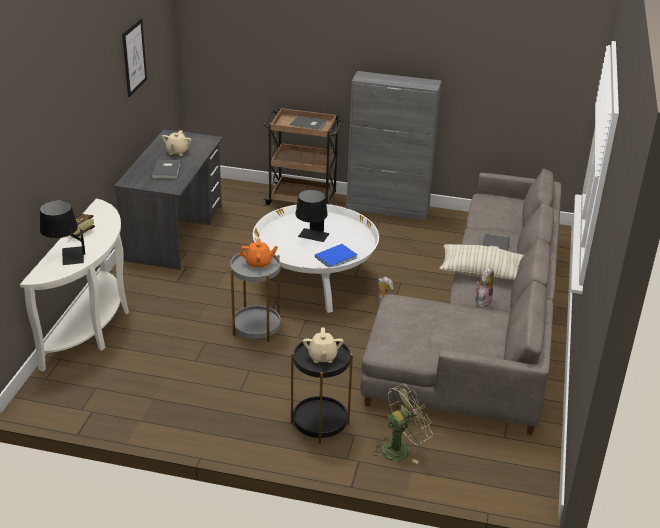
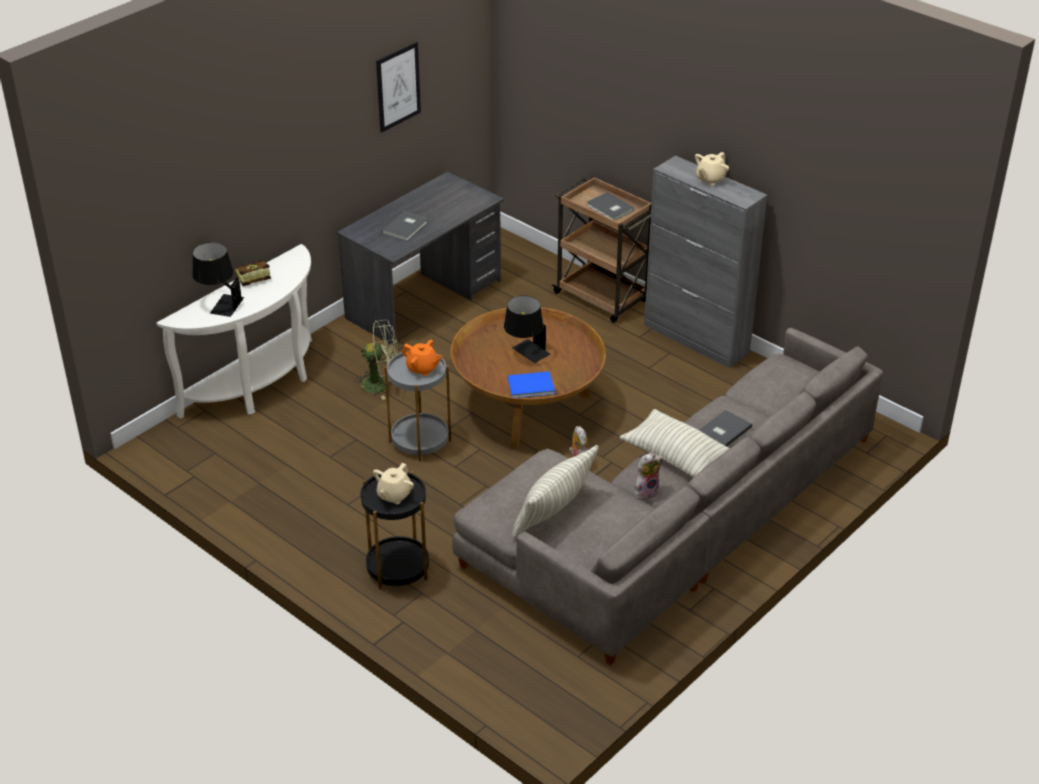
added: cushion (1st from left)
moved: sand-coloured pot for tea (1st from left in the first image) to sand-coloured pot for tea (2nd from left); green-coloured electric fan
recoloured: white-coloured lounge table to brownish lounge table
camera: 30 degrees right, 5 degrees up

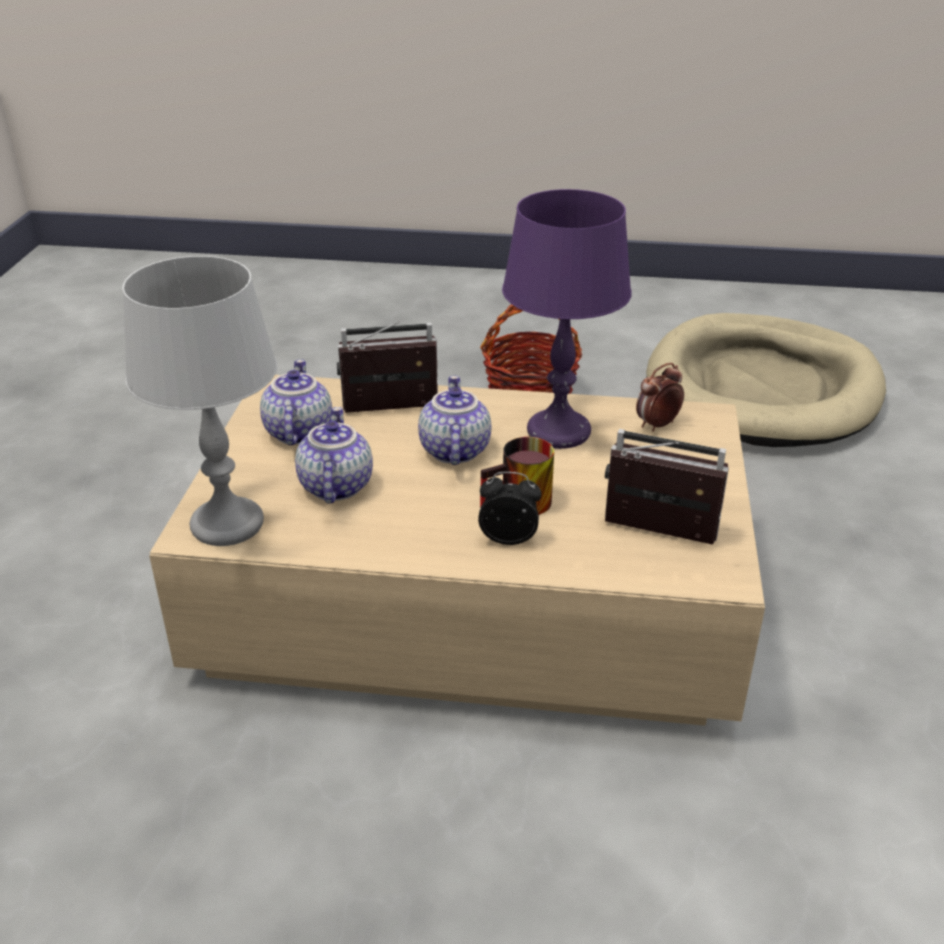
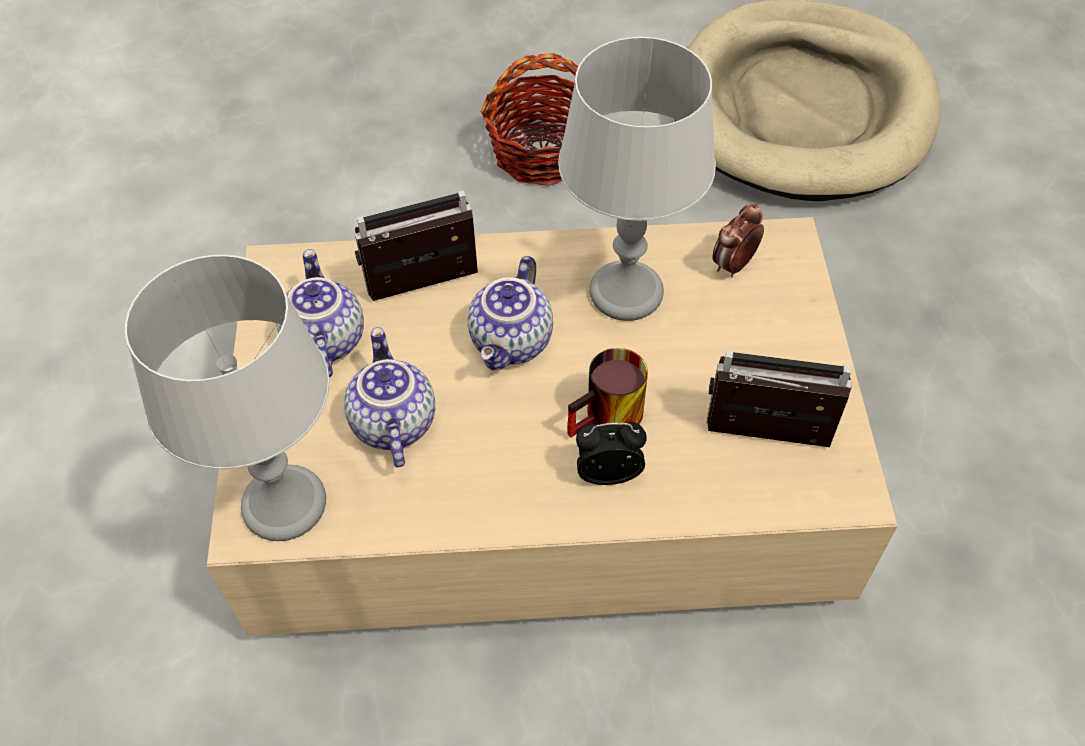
recoloured: purple-coloured tabletop lamp to gray tabletop lamp (2nd from left)
turned: pot for tea (3rd from left) 150 degrees counterclockwise
camera: 10 degrees left, 20 degrees up

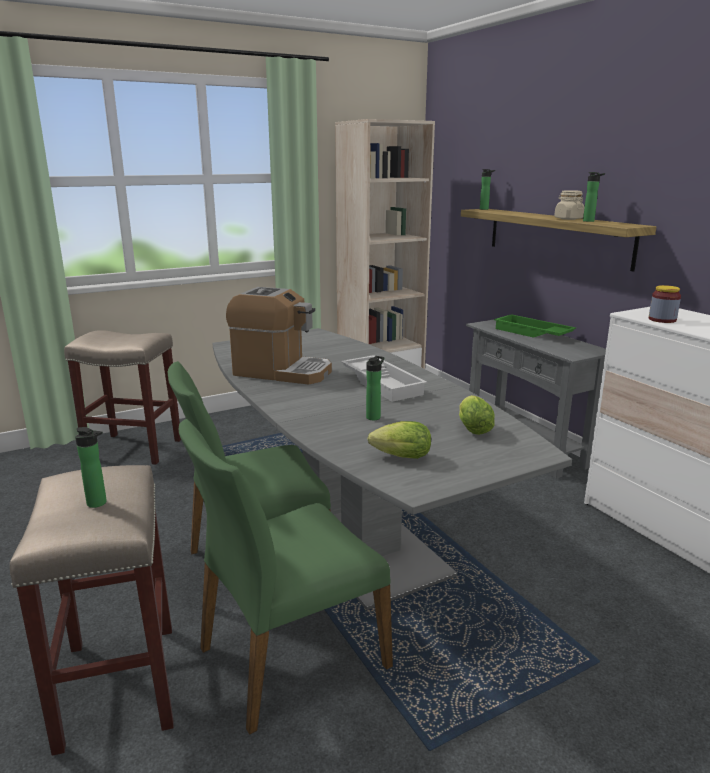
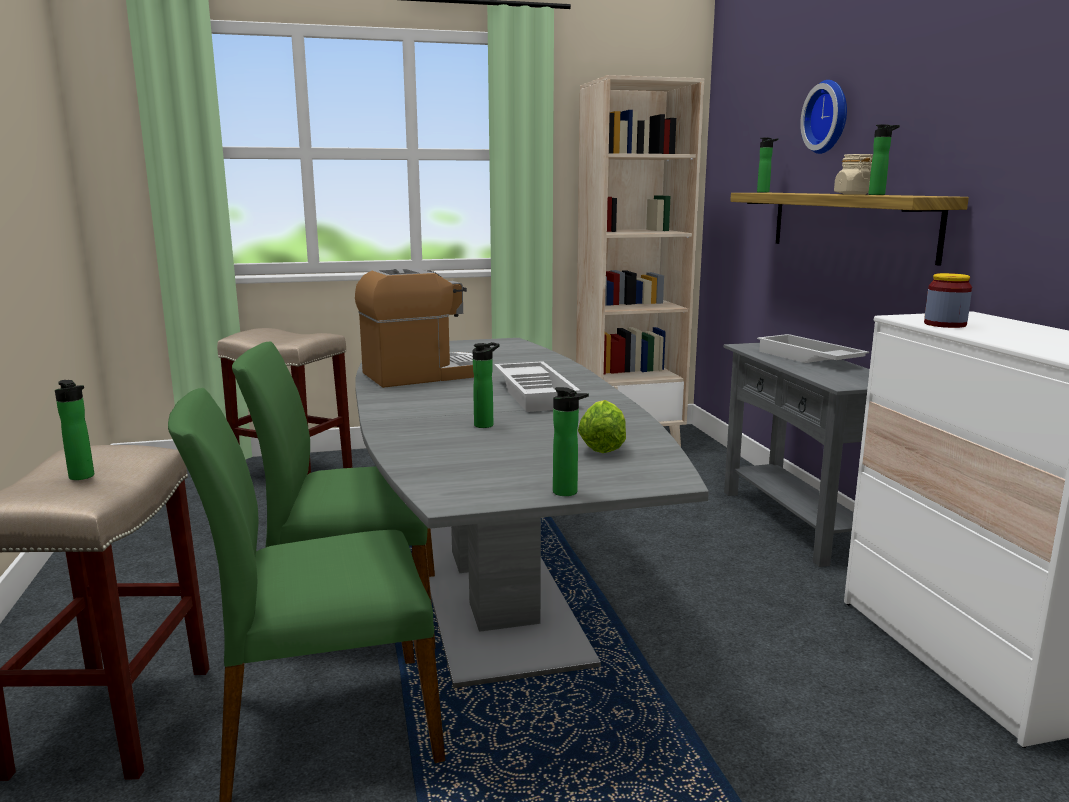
removed: head of lettuce (1st from left)
added: bottle (3rd from left); hanging clock
recoloured: green-coloured tray to white-coloured tray (2nd from left)
turned: coffee machine 60 degrees counterclockwise
camera: 15 degrees right, 5 degrees down

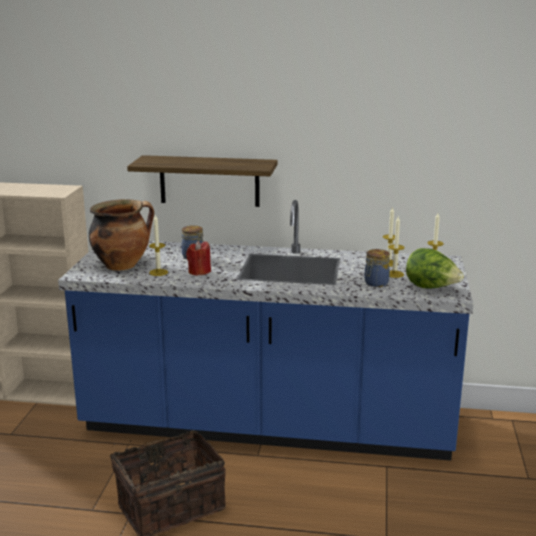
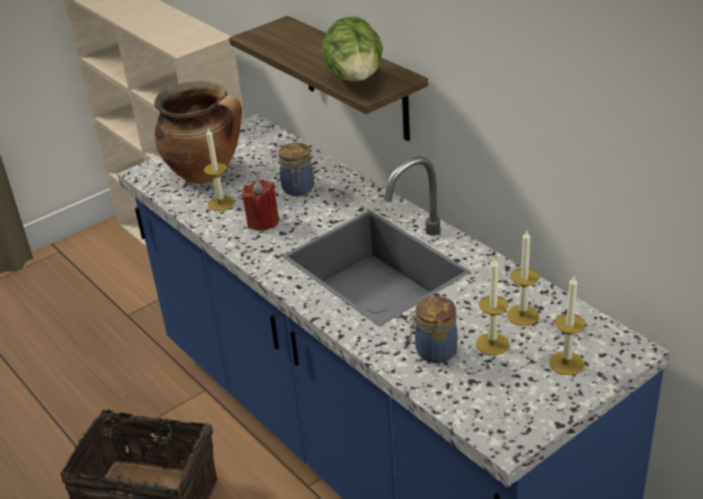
moved: head of lettuce
camera: 45 degrees right, 15 degrees up

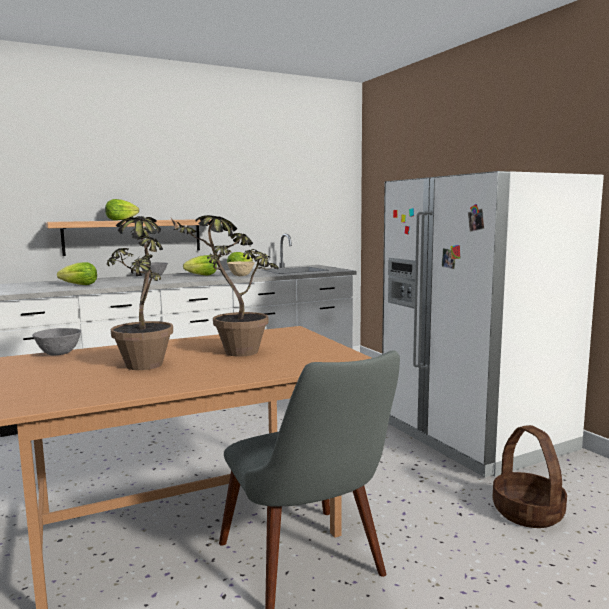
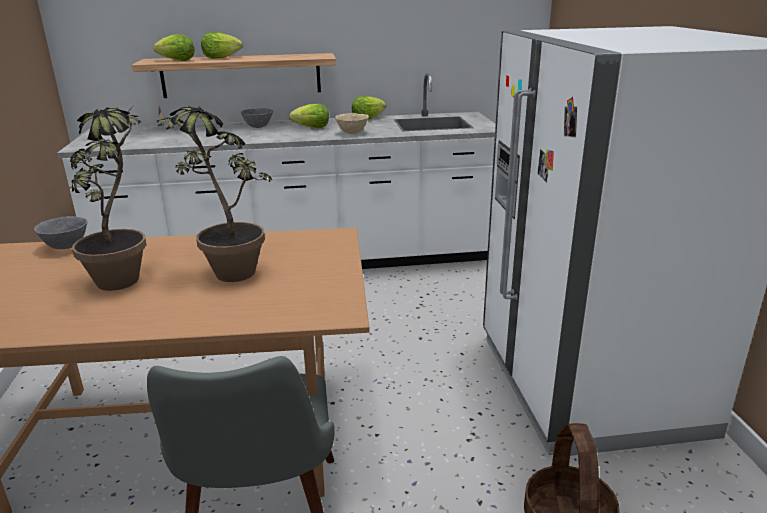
moved: head of lettuce (1st from left)
camera: 20 degrees right, 15 degrees up

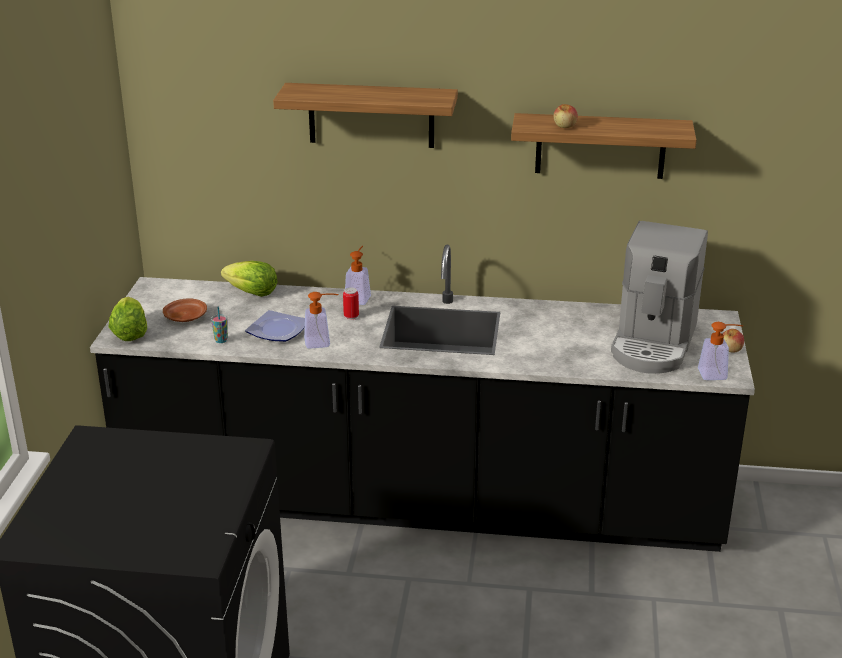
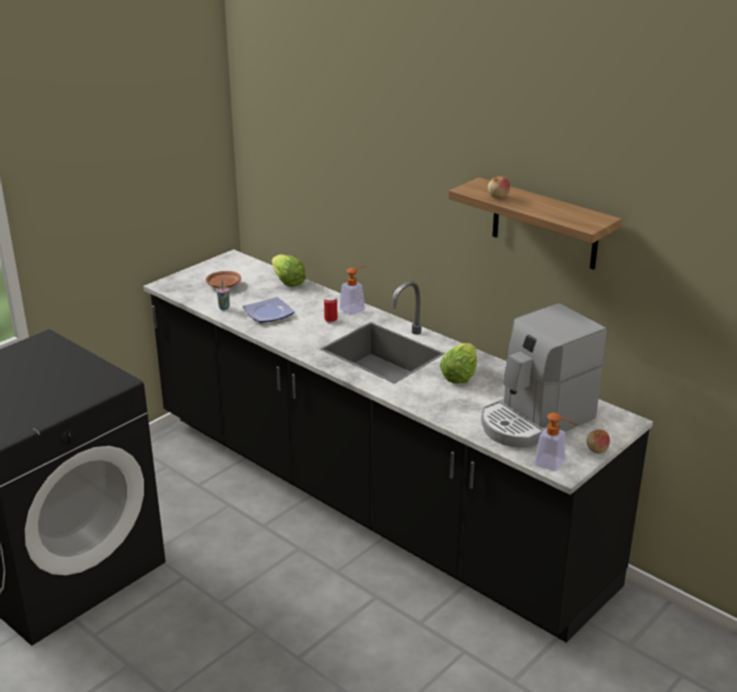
removed: shelf (1st from left); soap bottle (1st from left)
moved: head of lettuce (1st from left in the first image) to head of lettuce (2nd from left)
camera: 35 degrees right, 0 degrees up

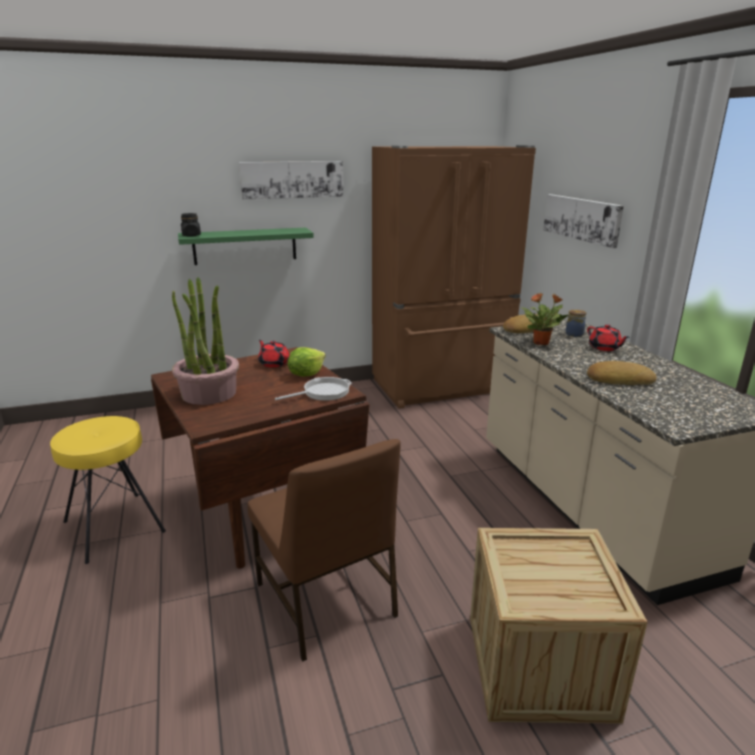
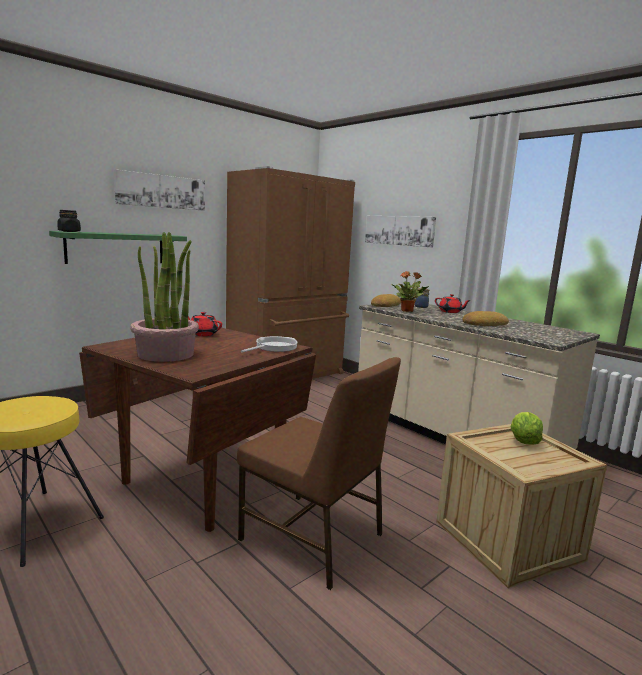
moved: head of lettuce
camera: 25 degrees left, 10 degrees down

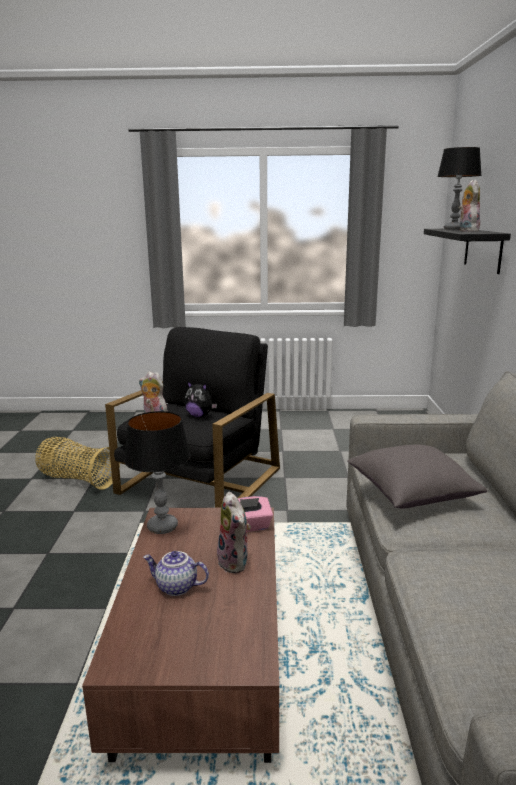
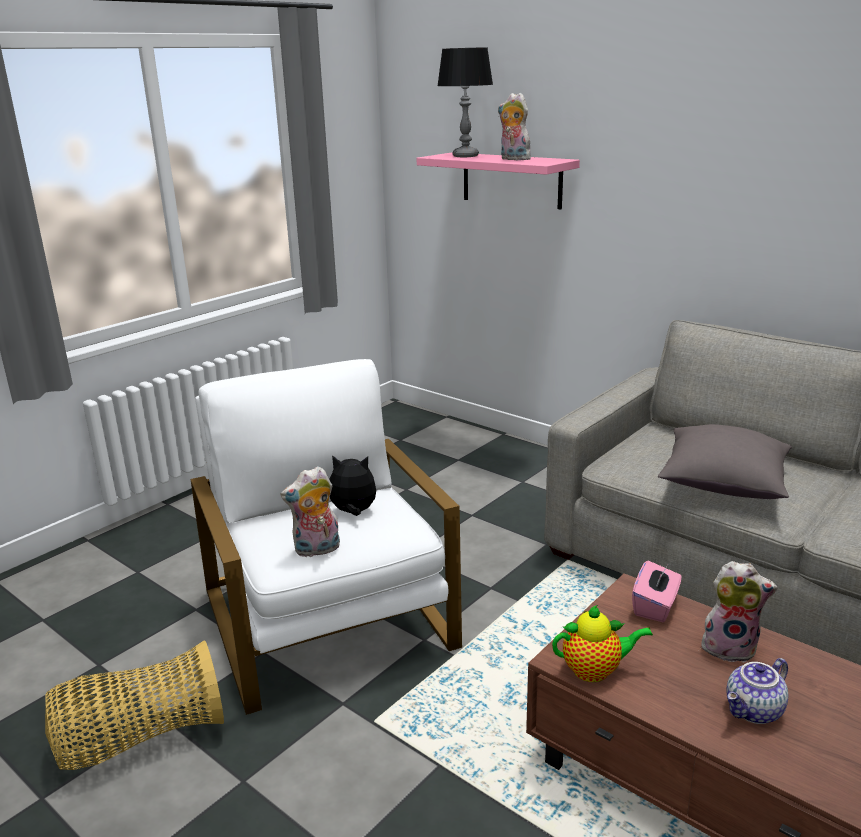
replaced: tabletop lamp (1st from left) to pot for tea (1st from left)
recoloured: black-coloured lounge chair to white-coloured lounge chair; black-coloured shelf to pink shelf
turned: plush toy (2nd from left) 150 degrees counterclockwise
camera: 50 degrees left, 5 degrees up

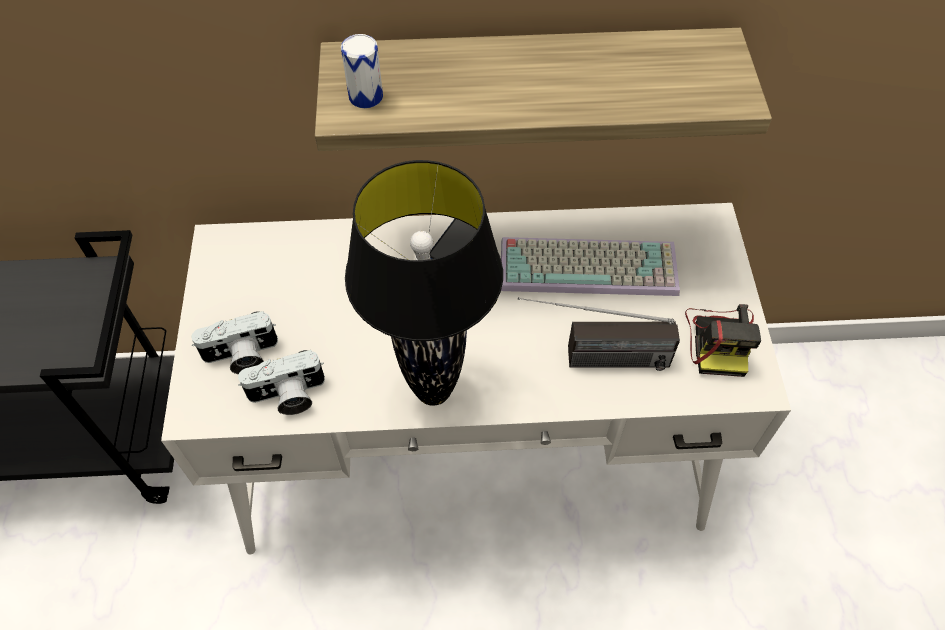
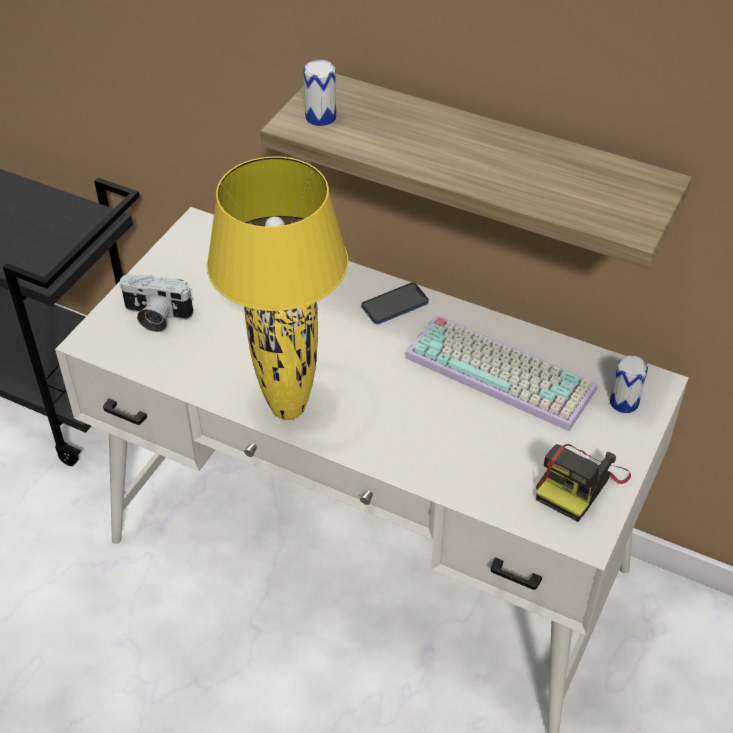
removed: photo camera (2nd from left); radio
added: sealed can (2nd from left)
recoloured: black-coloured tabletop lamp to yellowish tabletop lamp
camera: 30 degrees right, 10 degrees down

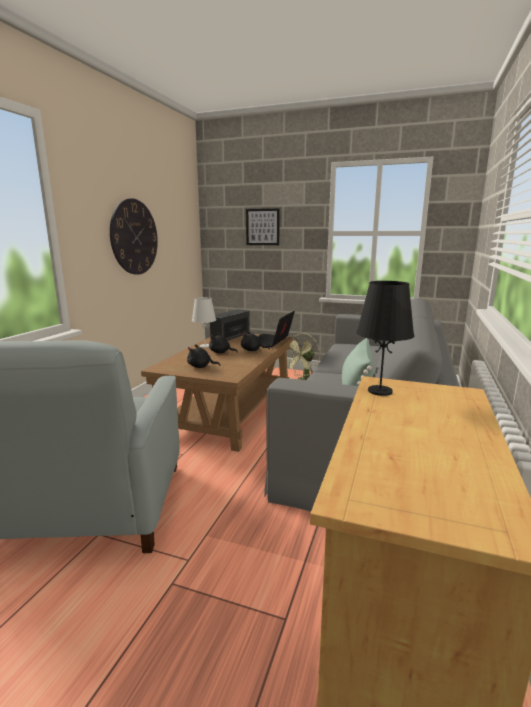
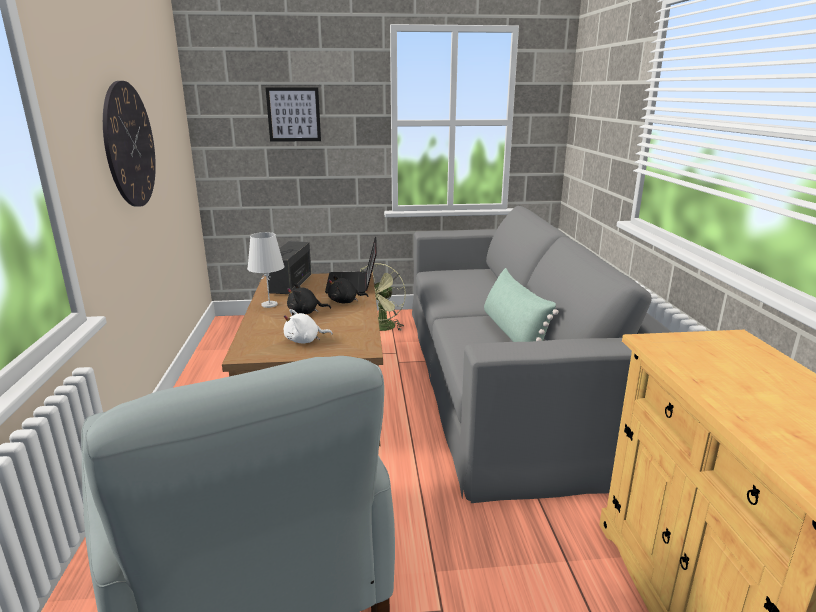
removed: black-coloured tabletop lamp
recoloured: black-coloured plush toy (1st from left) to white-coloured plush toy
camera: 25 degrees left, 5 degrees up

